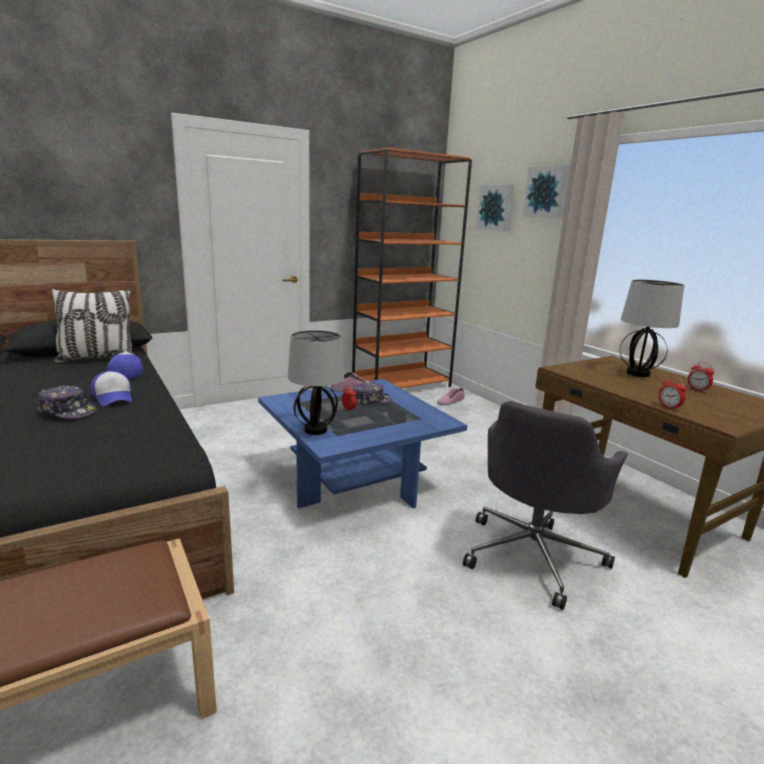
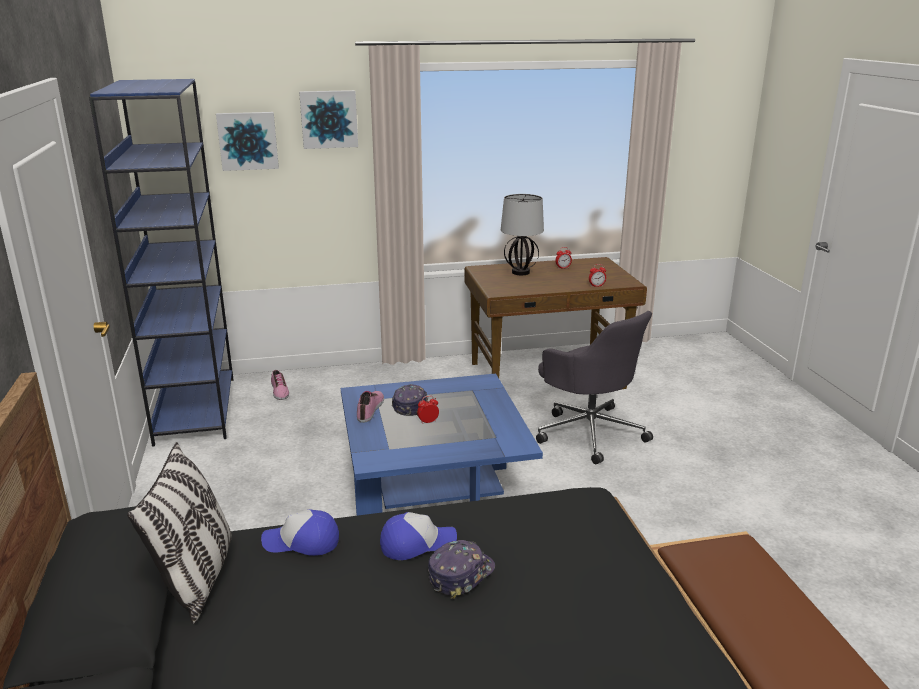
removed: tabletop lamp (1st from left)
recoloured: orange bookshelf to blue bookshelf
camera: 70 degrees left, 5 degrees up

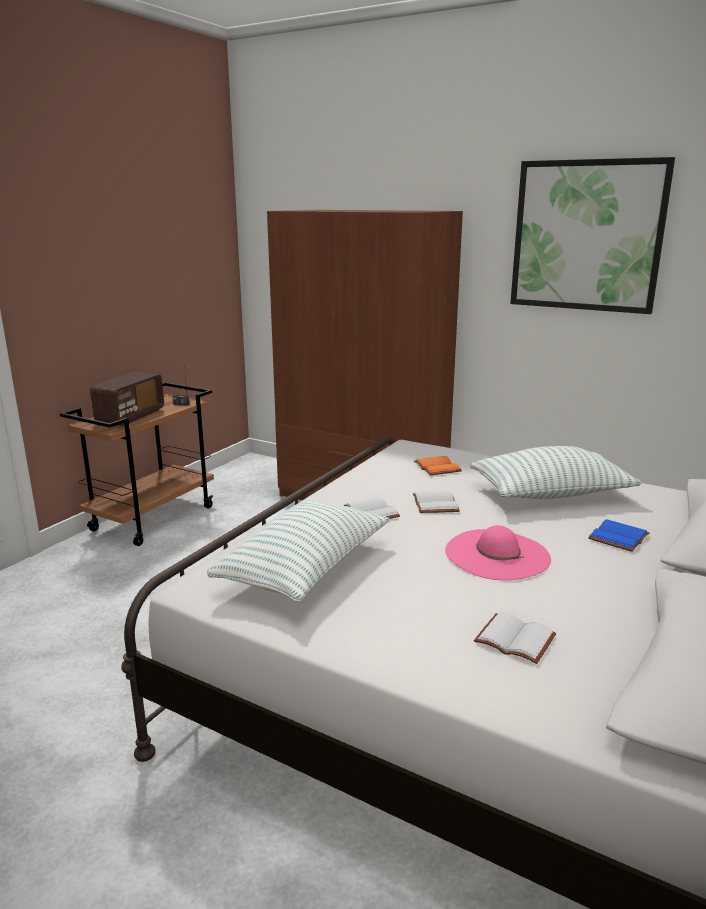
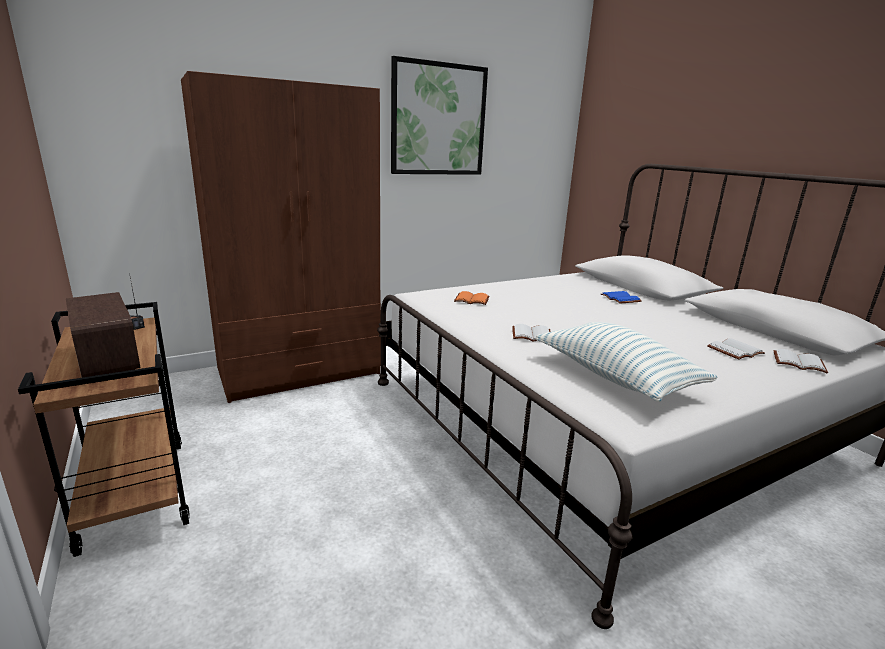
removed: pink hat; cushion (2nd from left)
moved: white-coloured book (2nd from left in the first image) to white-coloured book (3rd from left)
camera: 60 degrees left, 0 degrees up

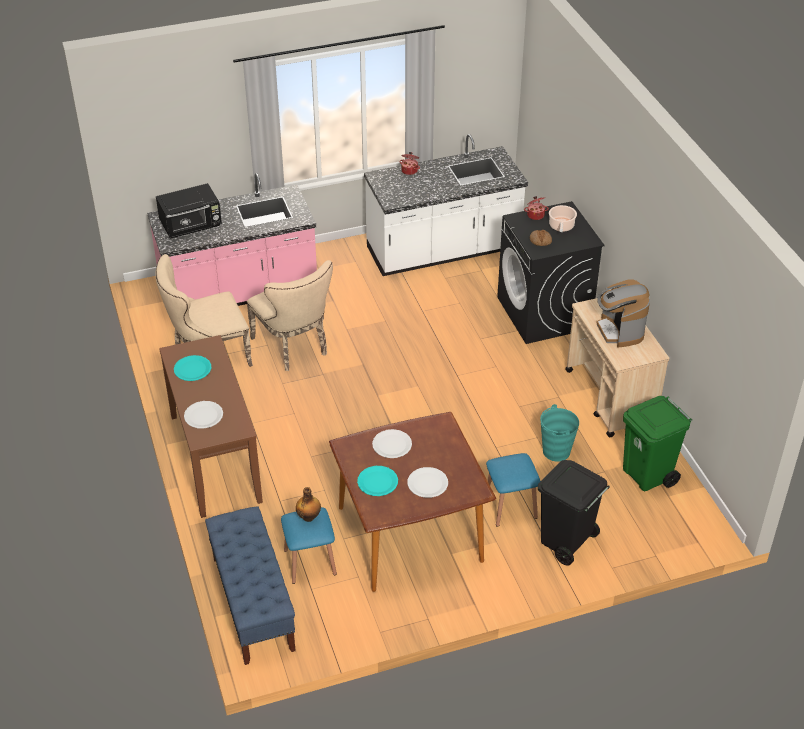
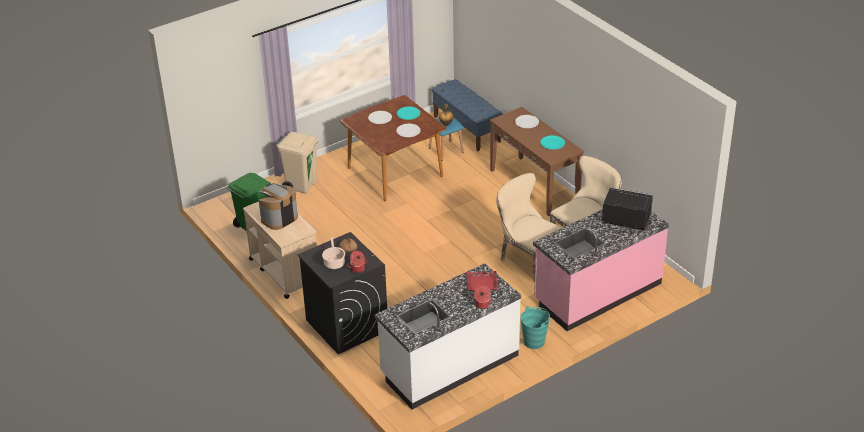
removed: blue sitting stool (2nd from left)
added: reddish tray
moved: blue-green pail
recoloured: black-coloured trash can to sand-coloured trash can
turned: black-coloured microwave 60 degrees clockwise; coffee machine 105 degrees counterclockwise
camera: 165 degrees right, 5 degrees down

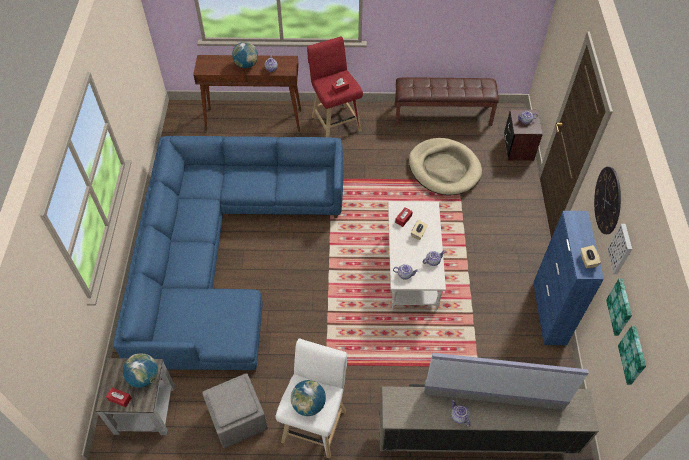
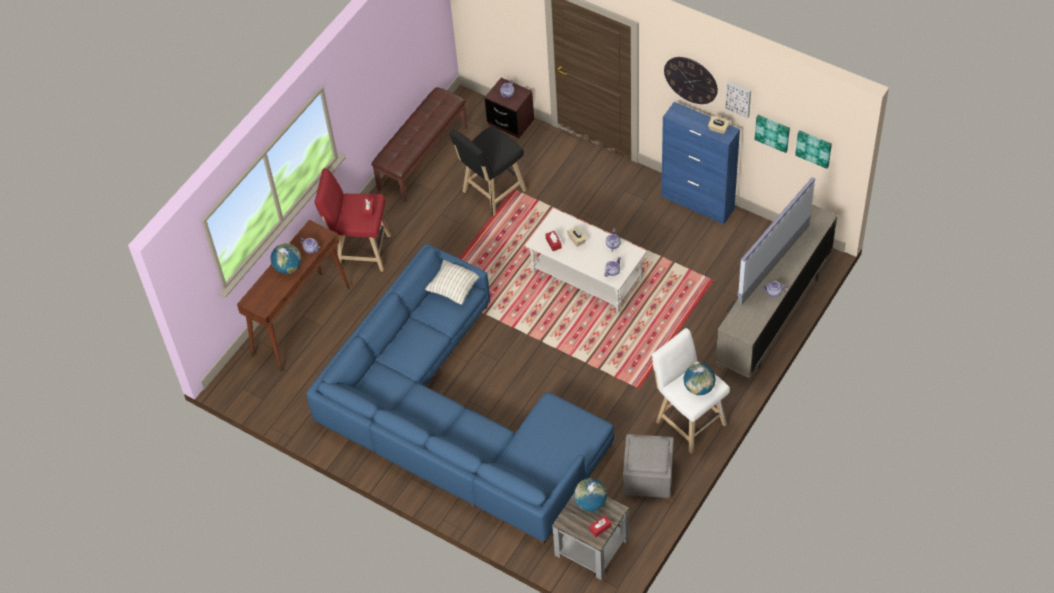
added: cushion
replaced: sand-coloured dog cushion to black-coloured sitting stool
camera: 55 degrees left, 0 degrees up

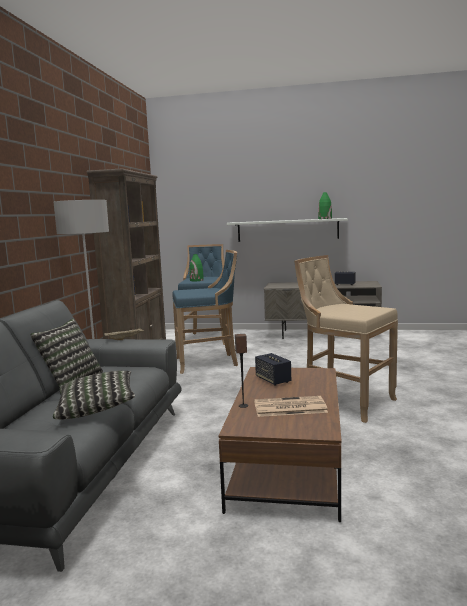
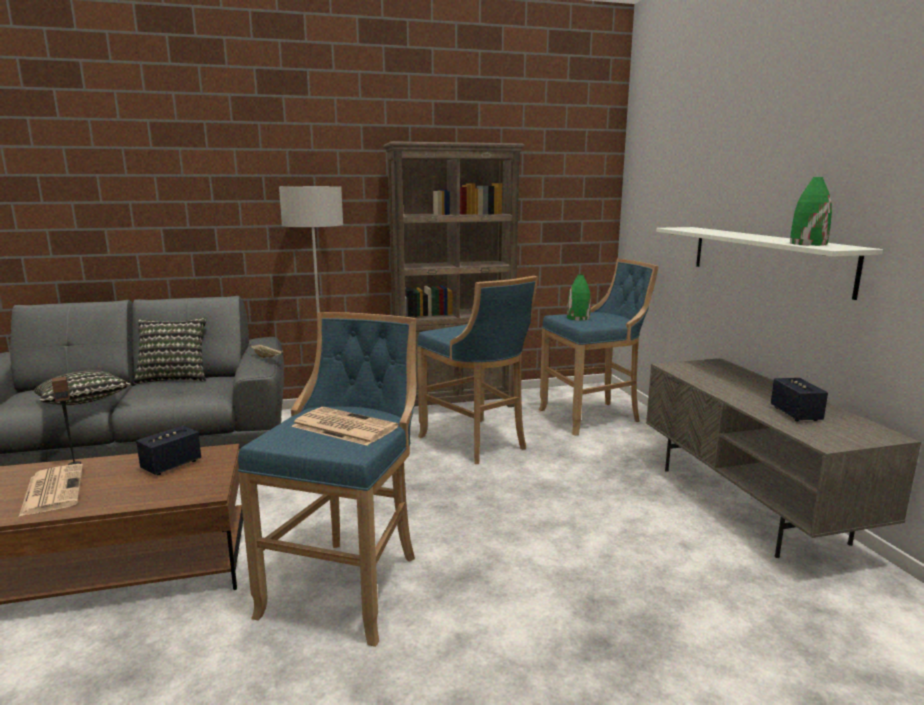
added: daily paper (2nd from left)
recoloured: sand-coloured sitting stool to blue sitting stool (1st from left)
camera: 65 degrees right, 5 degrees up

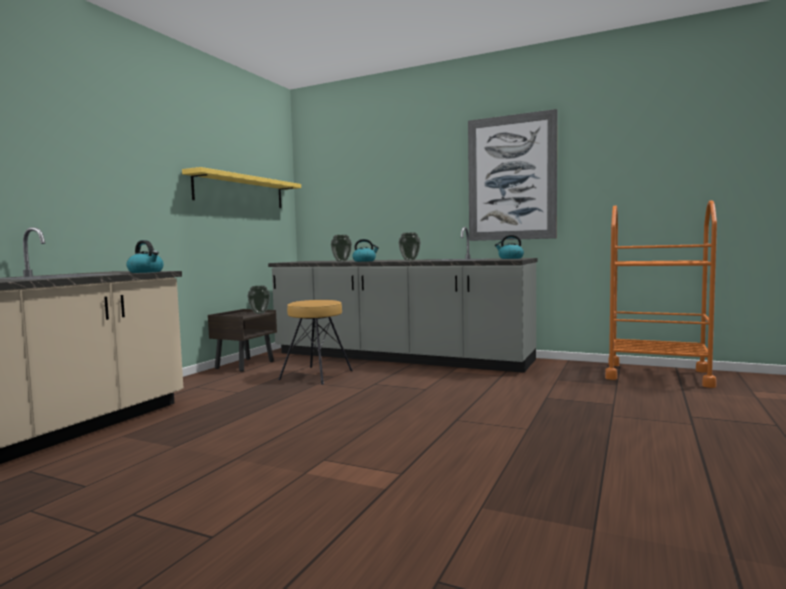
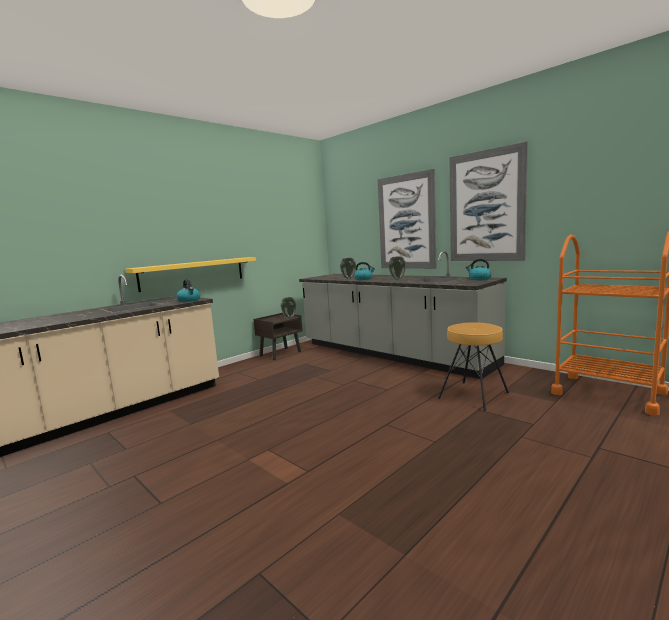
added: picture (1st from left)
moved: yellowish shelf; brownish sitting stool
camera: 20 degrees right, 5 degrees up

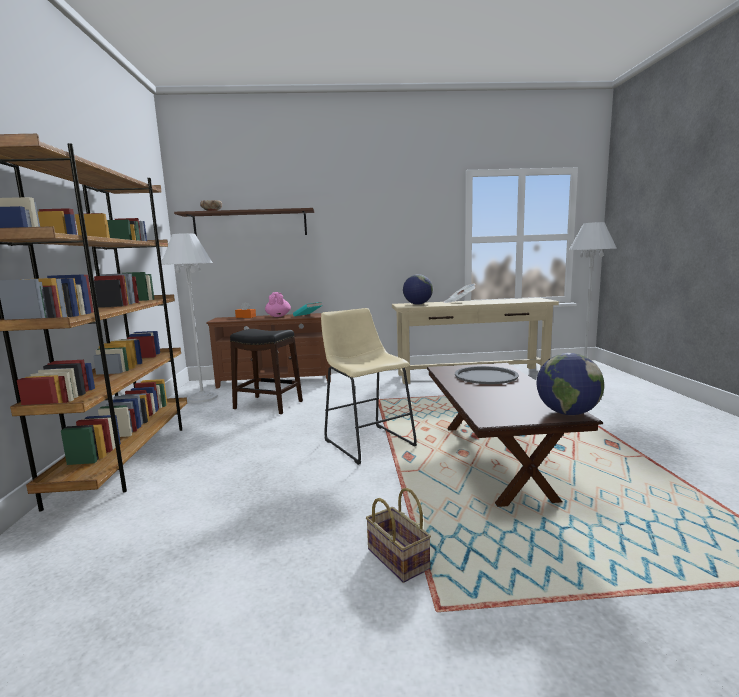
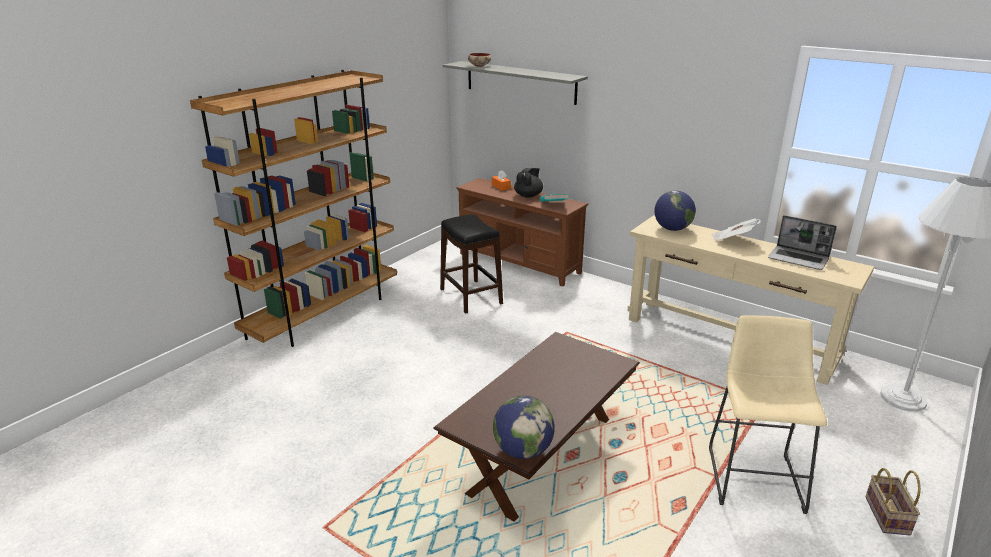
removed: white-coloured floor lamp (1st from left); gray tray
added: portable computer
moved: sand-coloured sitting stool; storage basket
recoloured: brownish shelf to gray shelf; pink pot for tea to black-coloured pot for tea
camera: 40 degrees right, 15 degrees up

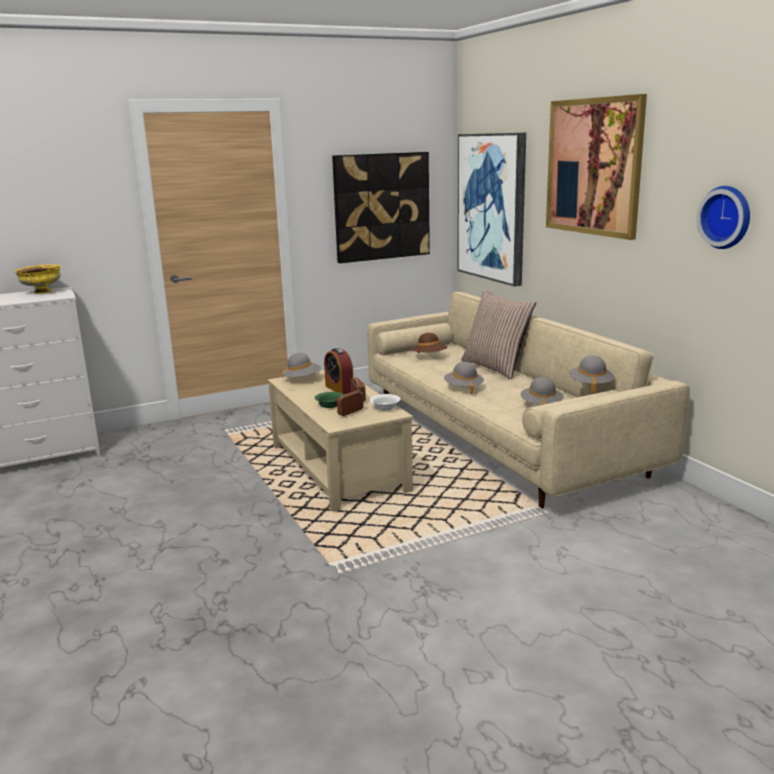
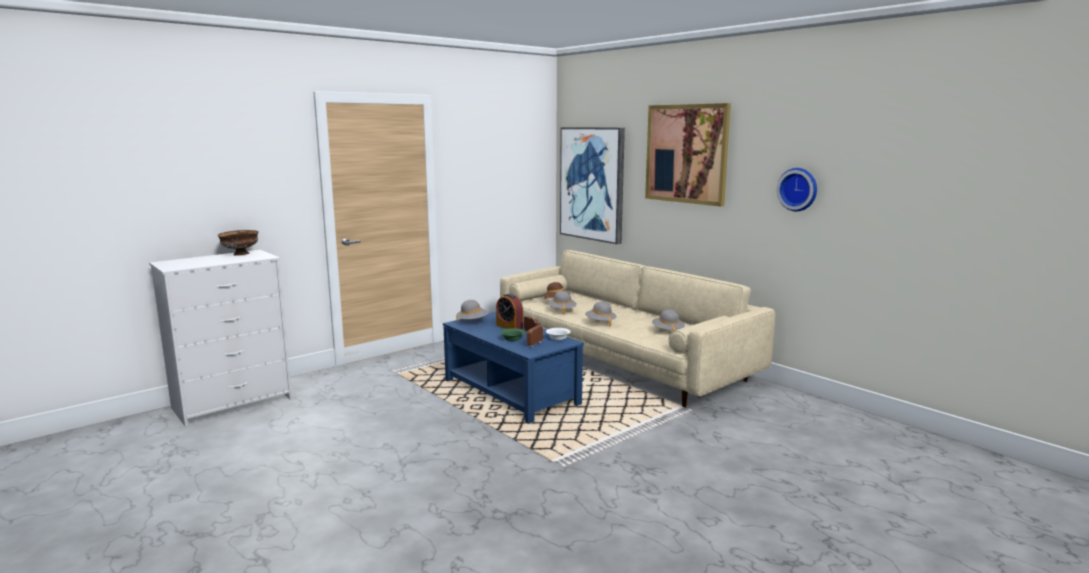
removed: picture (1st from left); cushion
moved: gray hat (4th from left in the first image) to gray hat (2nd from left)
recoloured: yellowish bowl to brownish bowl; sand-coloured lounge table to blue lounge table
camera: 15 degrees left, 5 degrees down

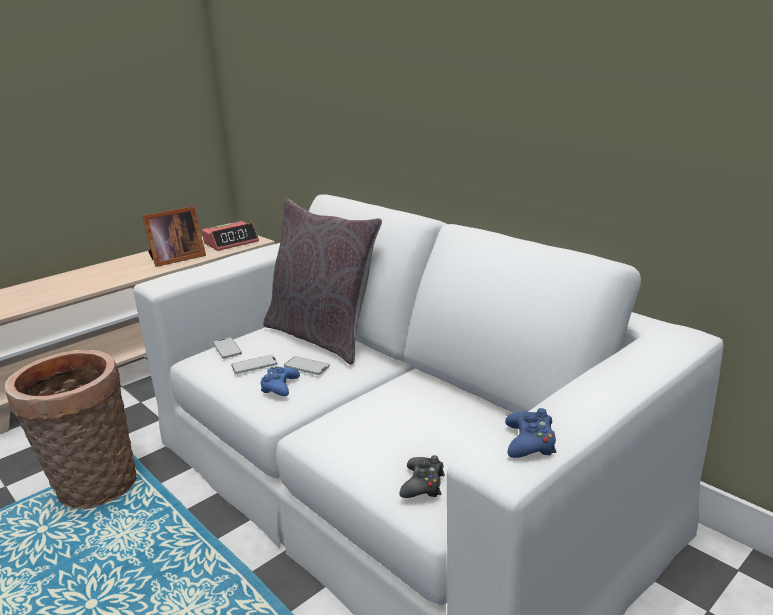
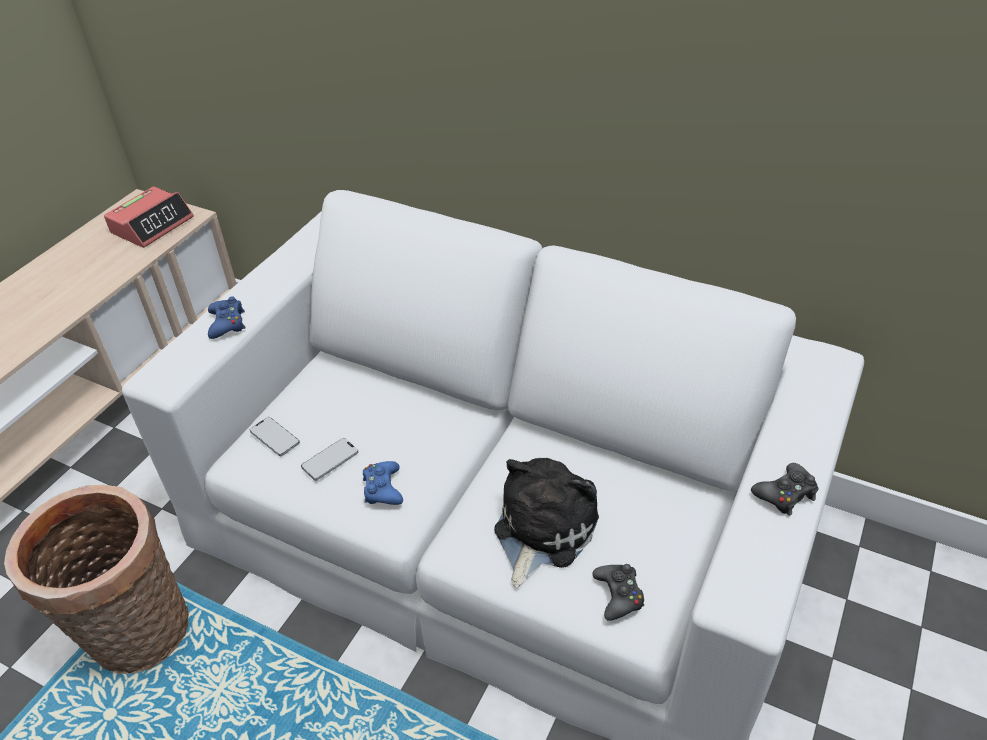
removed: picture frame; gray cushion; handset (3rd from left)
added: plush toy; black-coloured game controller (2nd from left)
moved: blue game controller (2nd from left in the first image) to blue game controller (1st from left)
camera: 20 degrees left, 20 degrees up

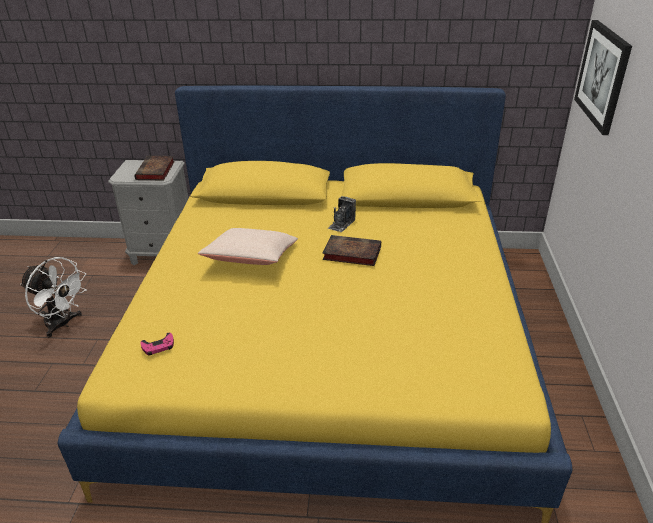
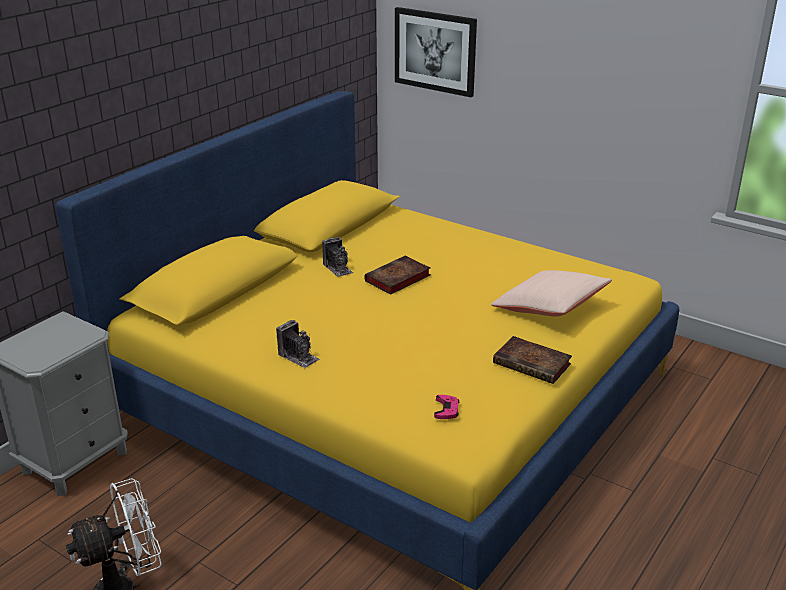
added: photo camera (1st from left)
moved: book (1st from left in the first image) to book (2nd from left); sand-coloured cushion
camera: 60 degrees left, 5 degrees down

